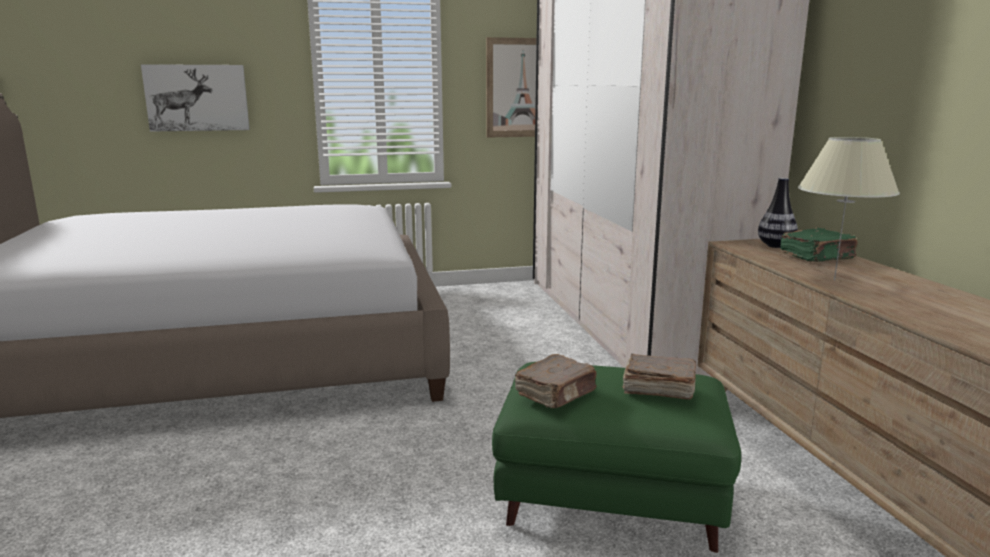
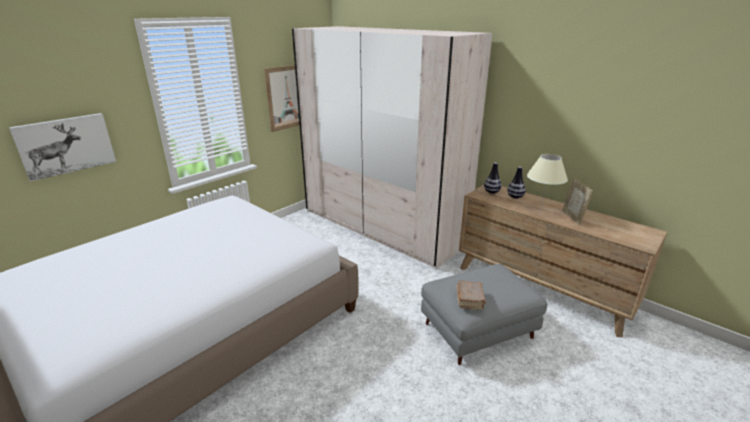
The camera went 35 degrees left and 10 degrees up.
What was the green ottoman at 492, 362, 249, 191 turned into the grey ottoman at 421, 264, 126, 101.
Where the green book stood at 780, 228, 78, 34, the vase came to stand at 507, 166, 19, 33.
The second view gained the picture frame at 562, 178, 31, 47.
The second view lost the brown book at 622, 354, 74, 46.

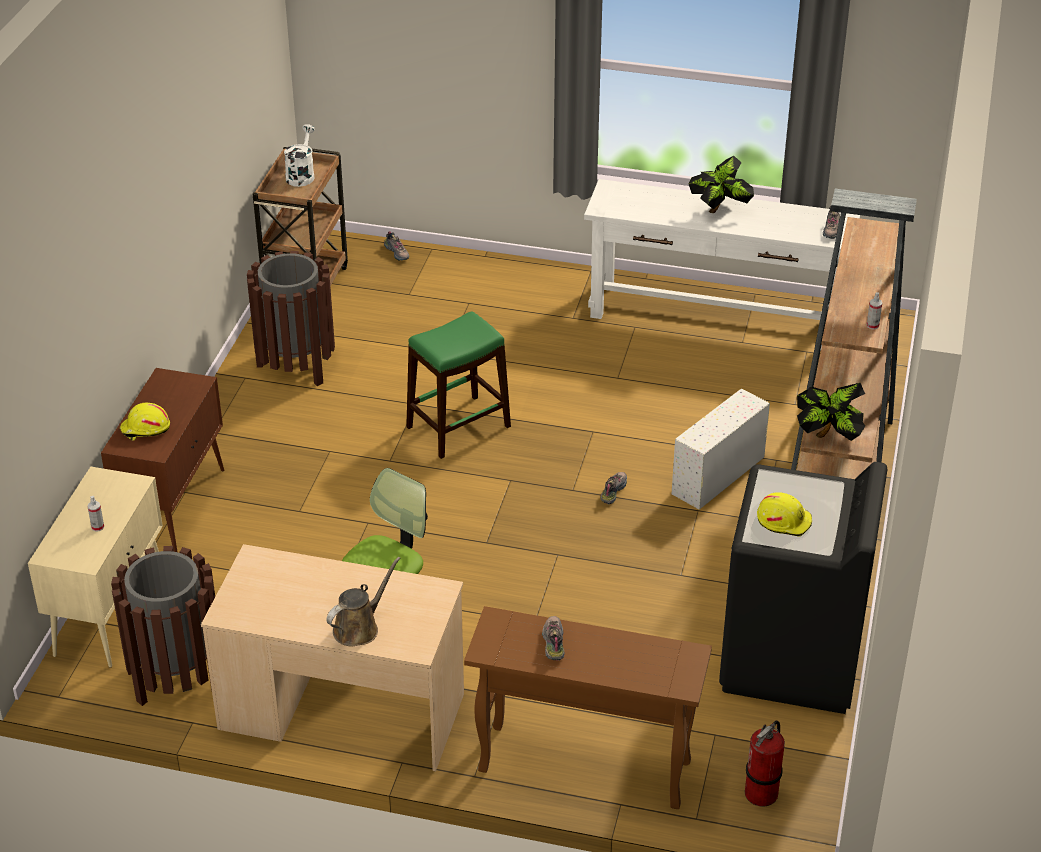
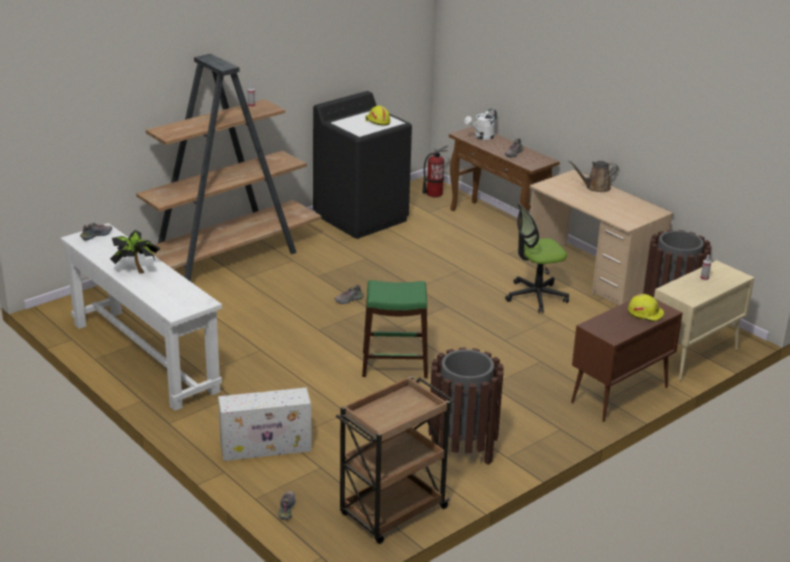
The camera went 145 degrees left and 10 degrees down.
The white storage box ended up elsewhere, having gone from 672, 389, 98, 121 to 218, 388, 94, 73.
The white watering can ended up elsewhere, having gone from 284, 124, 31, 63 to 464, 108, 33, 32.
The second view lost the potted plant at 797, 383, 68, 58.

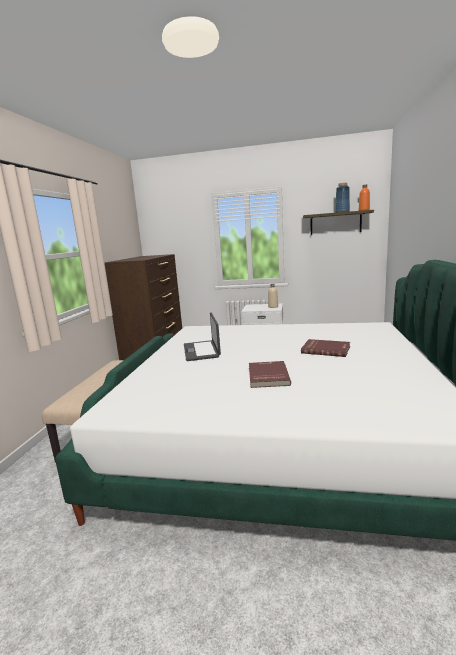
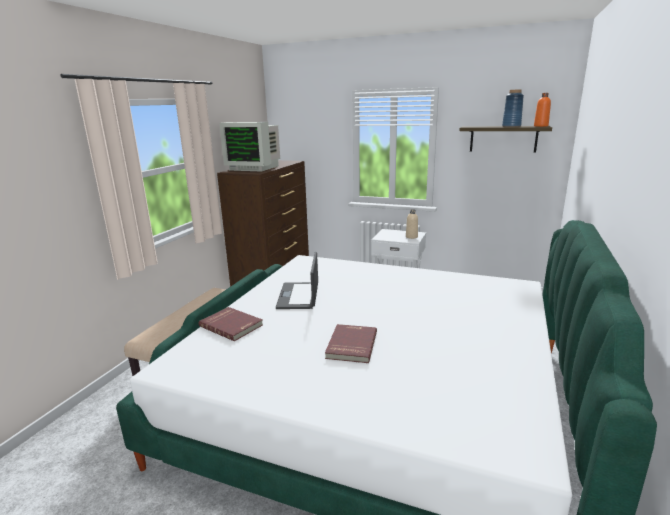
The camera went 10 degrees right and 5 degrees up.
The red book ended up elsewhere, having gone from 301, 339, 49, 18 to 199, 307, 64, 34.
The second view gained the monitor at 219, 122, 61, 49.

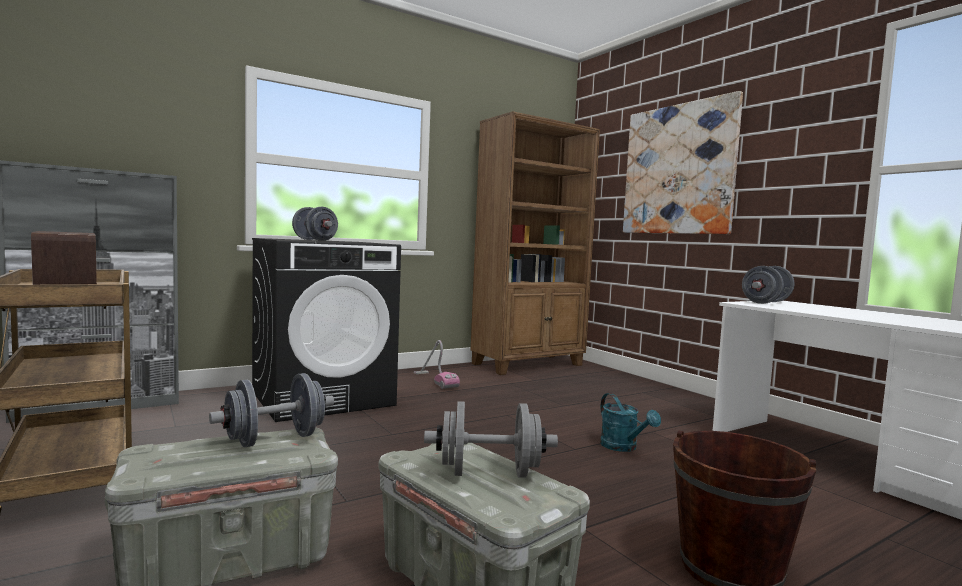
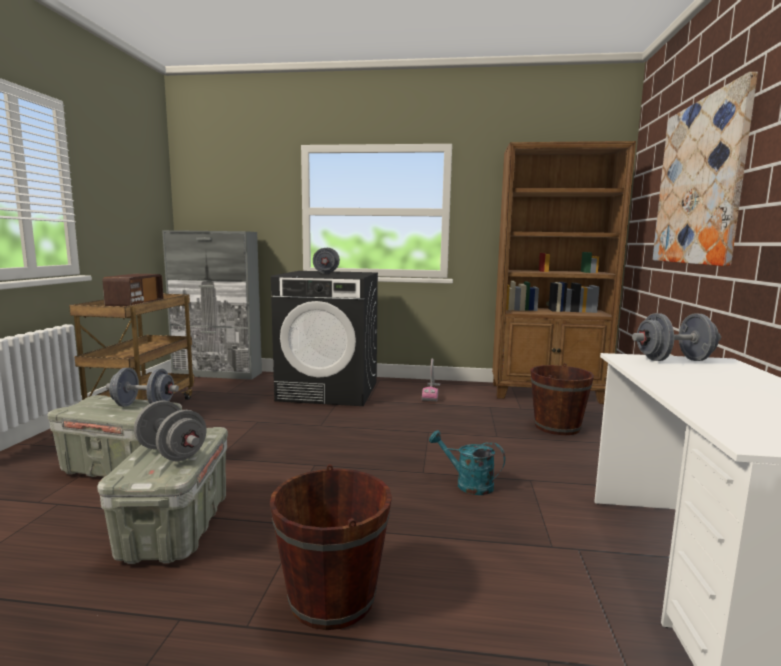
The camera went 40 degrees right and 5 degrees up.
The turquoise watering can at 600, 393, 61, 59 ended up facing another way, 105 degrees clockwise from before.
The second view gained the brown bucket at 530, 363, 64, 72.

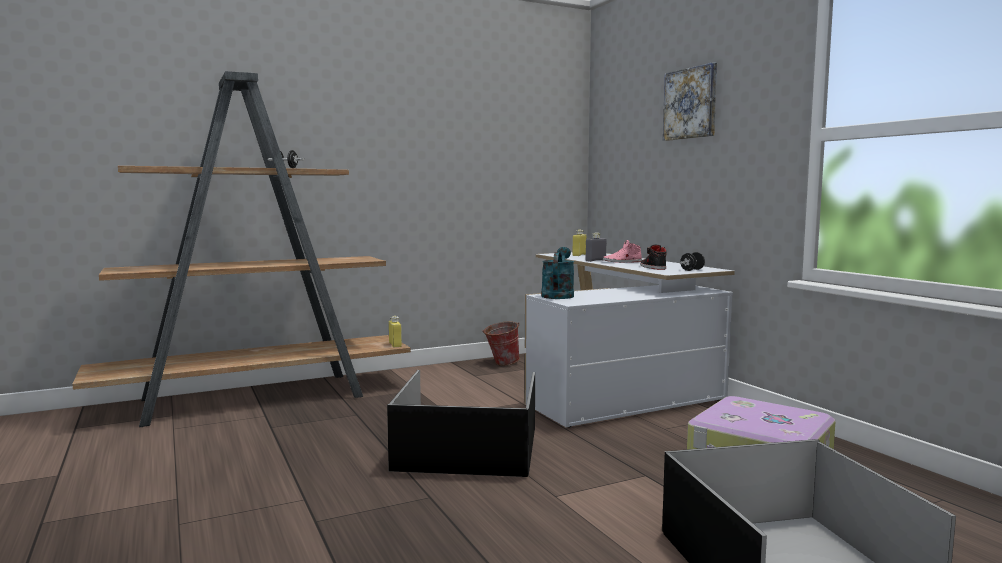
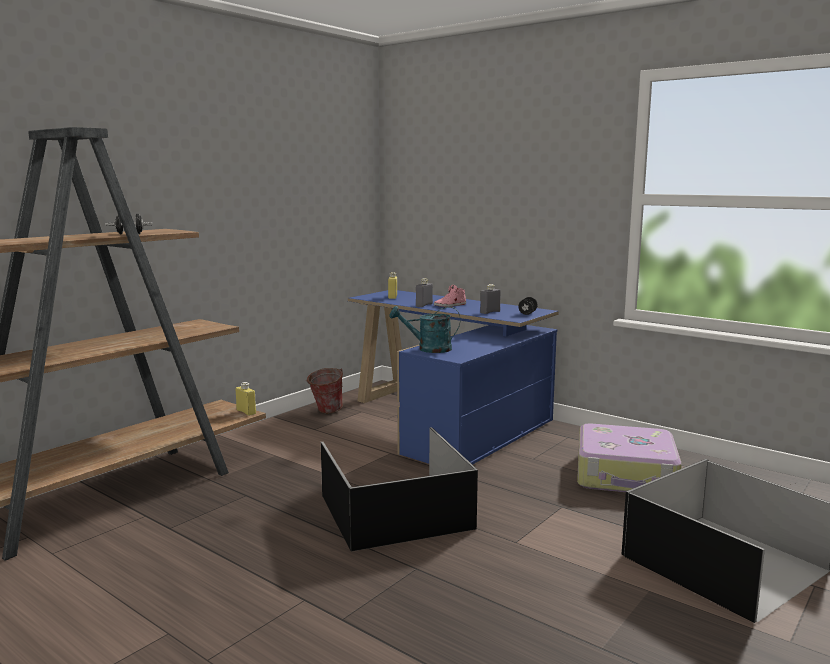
The camera went 25 degrees left and 5 degrees up.
What was the white desk at 525, 252, 210, 176 turned into the blue desk at 348, 290, 211, 175.
The turquoise watering can at 541, 247, 34, 52 ended up facing another way, 75 degrees counterclockwise from before.
Where the black shoe stood at 640, 244, 27, 26, the grey bottle came to stand at 480, 284, 21, 30.
The second view lost the picture at 663, 62, 54, 79.

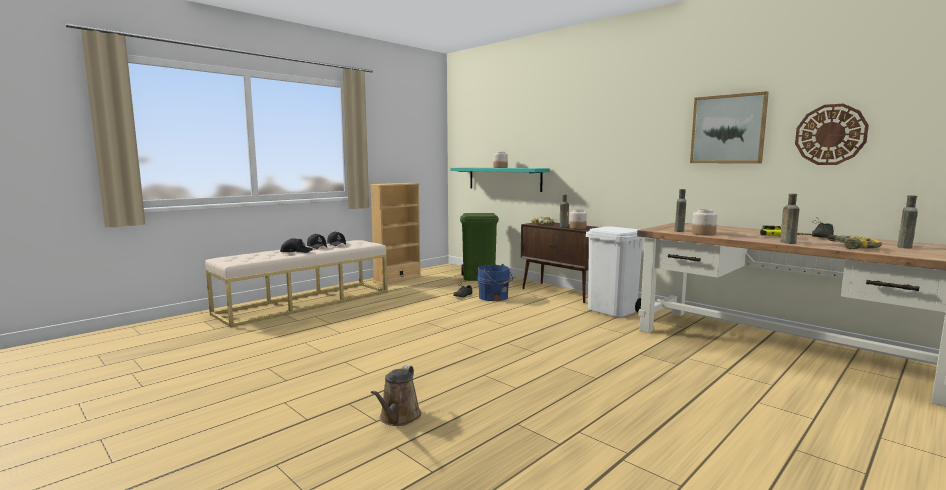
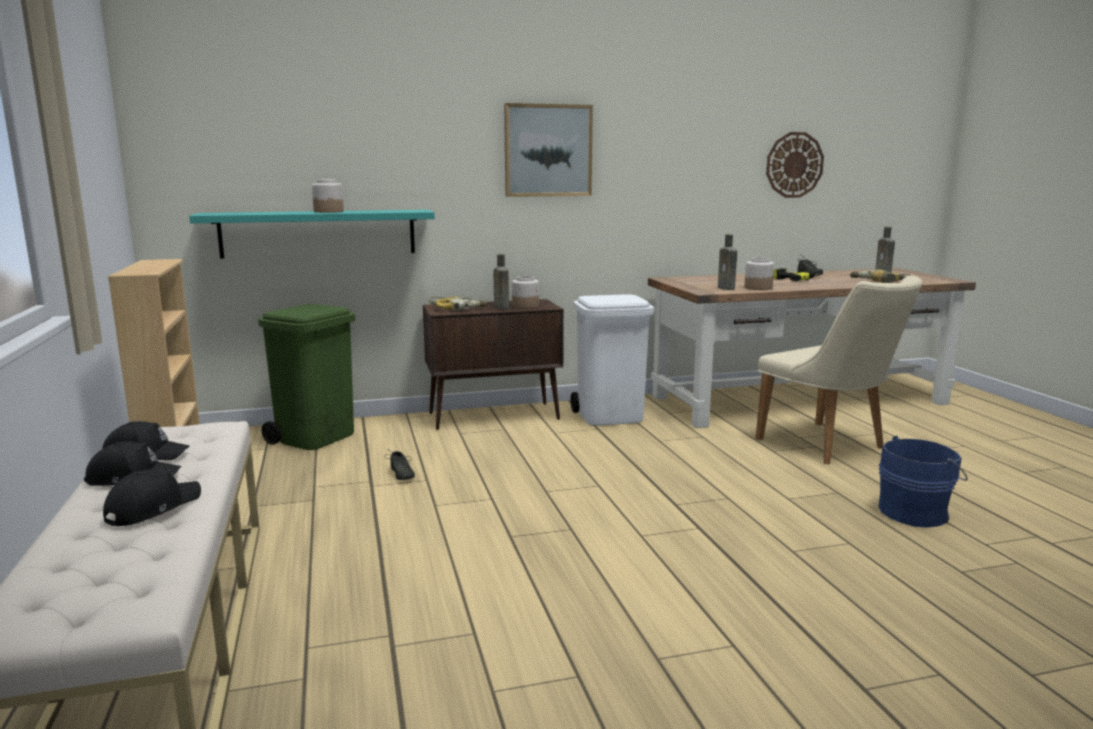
The camera went 60 degrees left and 5 degrees up.
The picture ended up elsewhere, having gone from 690, 91, 79, 72 to 504, 103, 89, 94.
The second view gained the beige chair at 755, 275, 167, 189.
The blue bucket ended up elsewhere, having gone from 477, 264, 36, 37 to 879, 436, 89, 92.
The second view lost the brown watering can at 371, 366, 50, 60.
The second view lost the brown bottle at 780, 194, 19, 50.

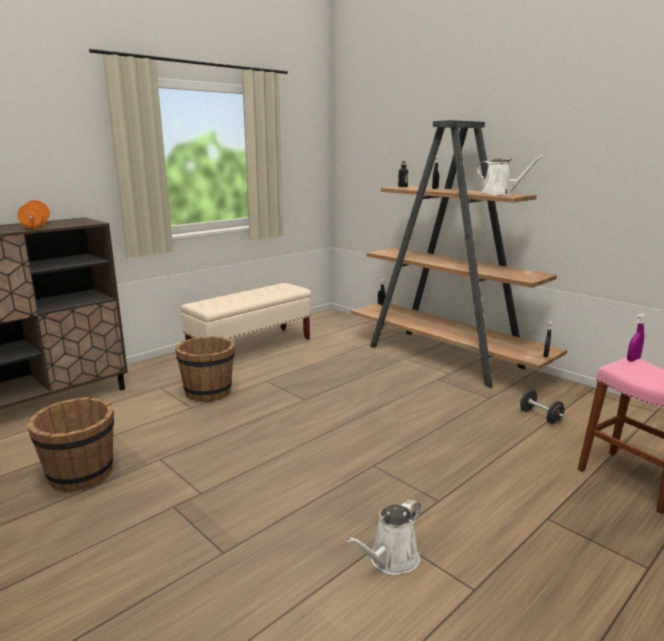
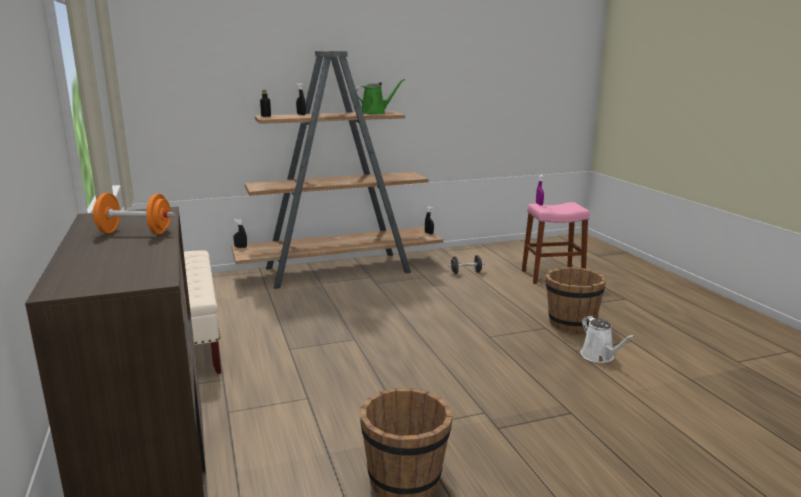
The camera went 65 degrees left and 0 degrees up.
What was the white watering can at 476, 155, 68, 40 turned into the green watering can at 356, 79, 49, 35.
The brown bucket ended up elsewhere, having gone from 175, 336, 60, 66 to 546, 267, 60, 66.

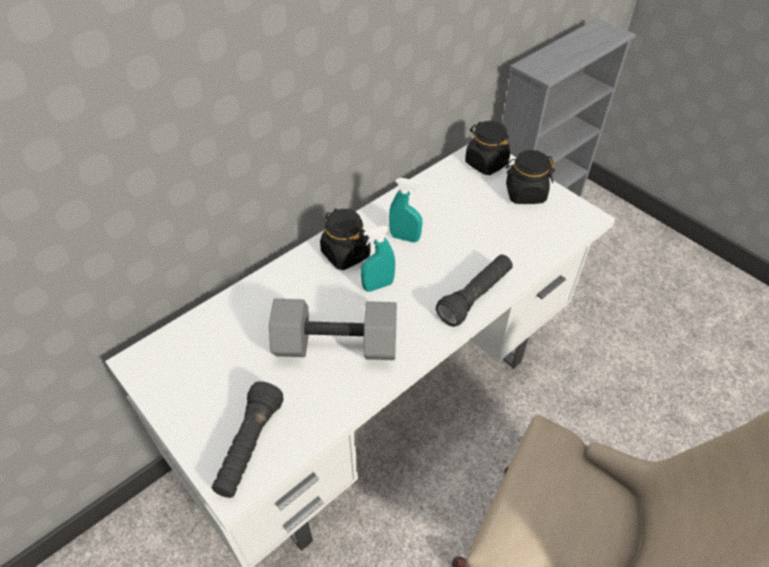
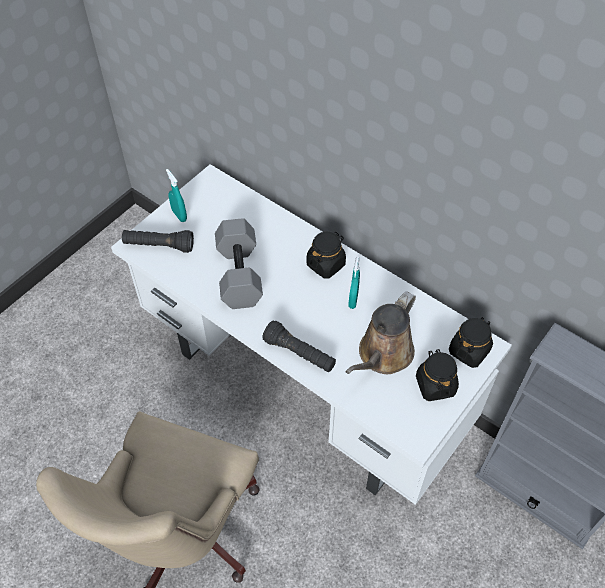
The camera went 80 degrees right and 5 degrees up.
The turquoise spray bottle ended up elsewhere, having gone from 361, 226, 34, 66 to 166, 169, 21, 53.
The second view gained the brown watering can at 345, 291, 71, 83.

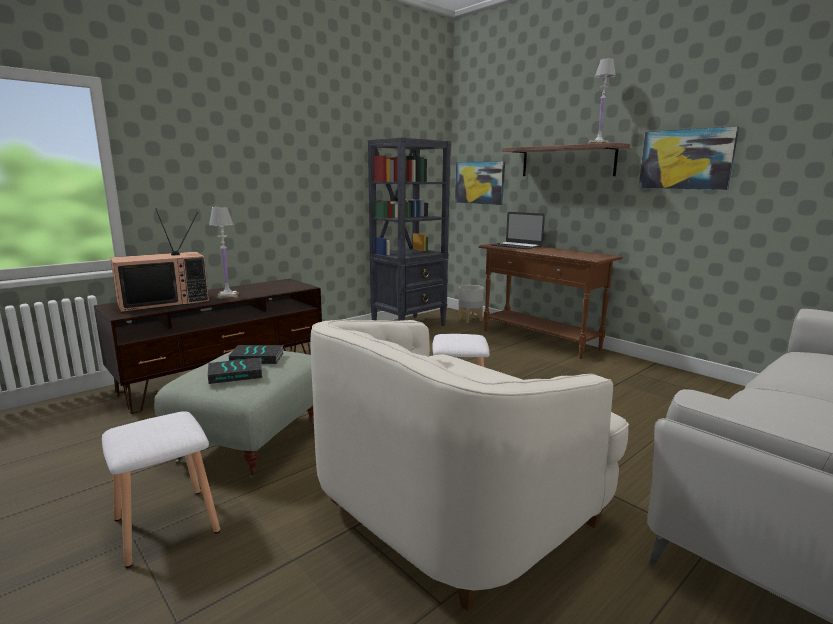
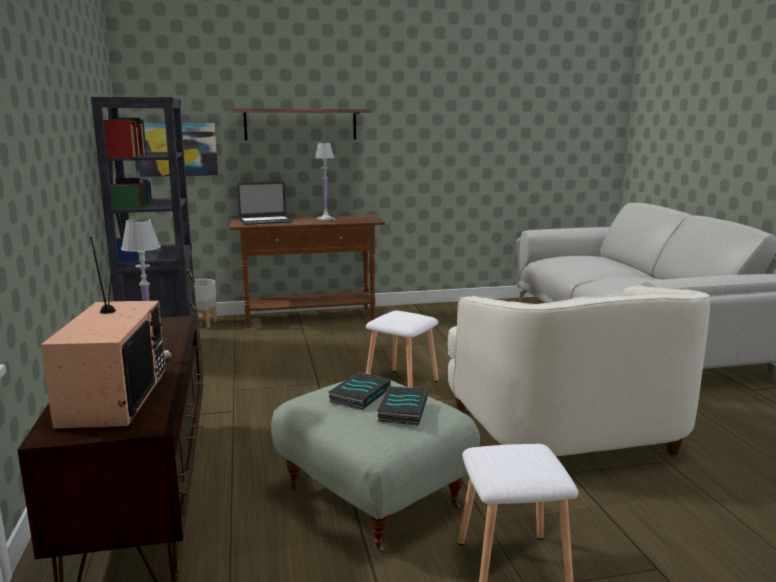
The camera went 60 degrees left and 0 degrees up.
The white table lamp ended up elsewhere, having gone from 588, 58, 28, 86 to 315, 143, 21, 79.
The second view lost the picture at 639, 126, 100, 64.

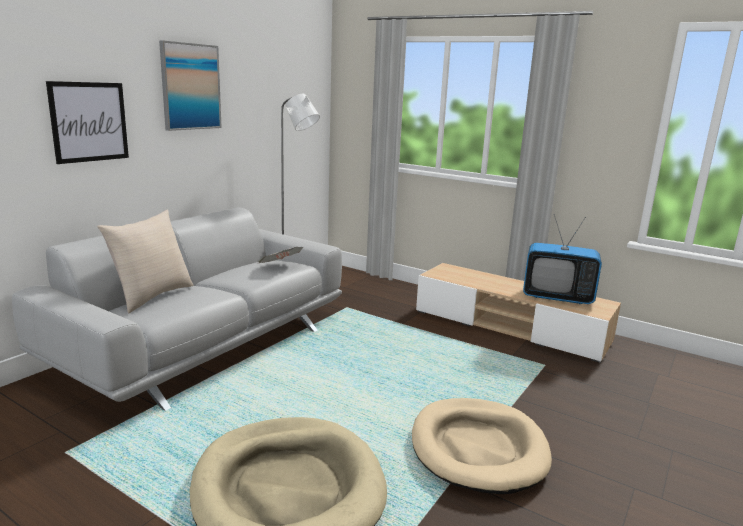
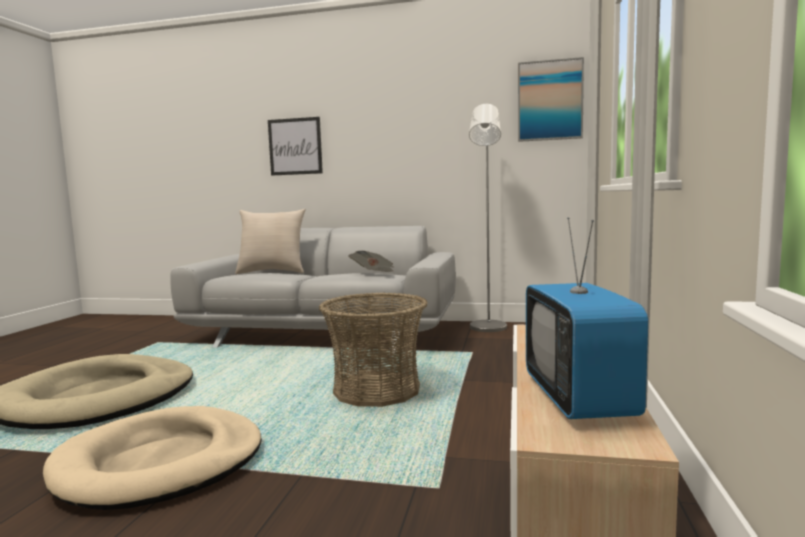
The camera went 70 degrees right and 10 degrees down.
The second view gained the basket at 319, 292, 108, 115.
The picture ended up elsewhere, having gone from 159, 40, 63, 91 to 518, 57, 66, 85.

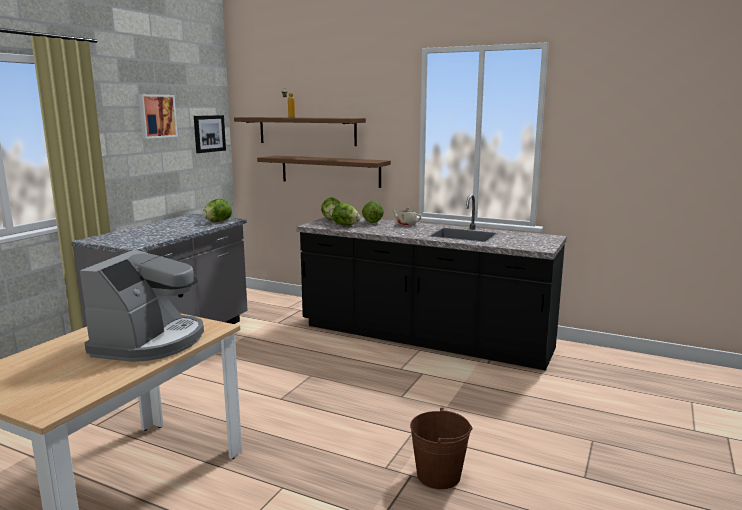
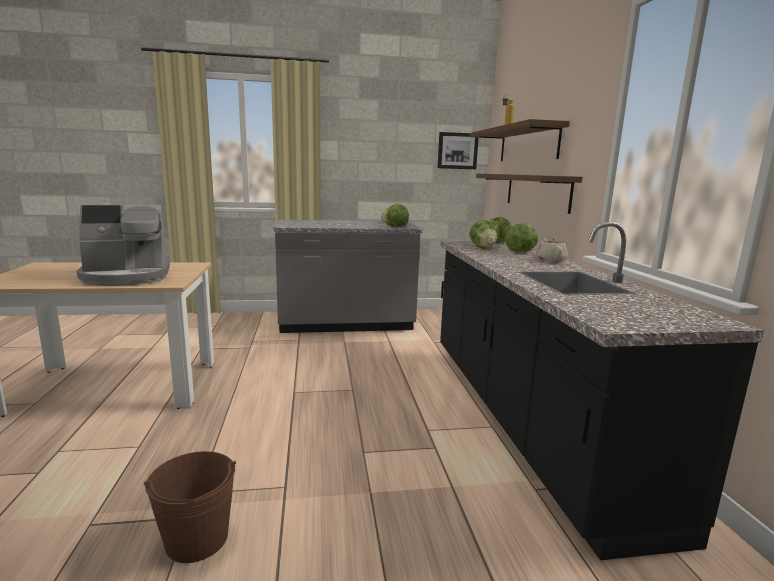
The camera went 55 degrees right and 0 degrees up.
The second view lost the picture at 138, 94, 40, 45.

